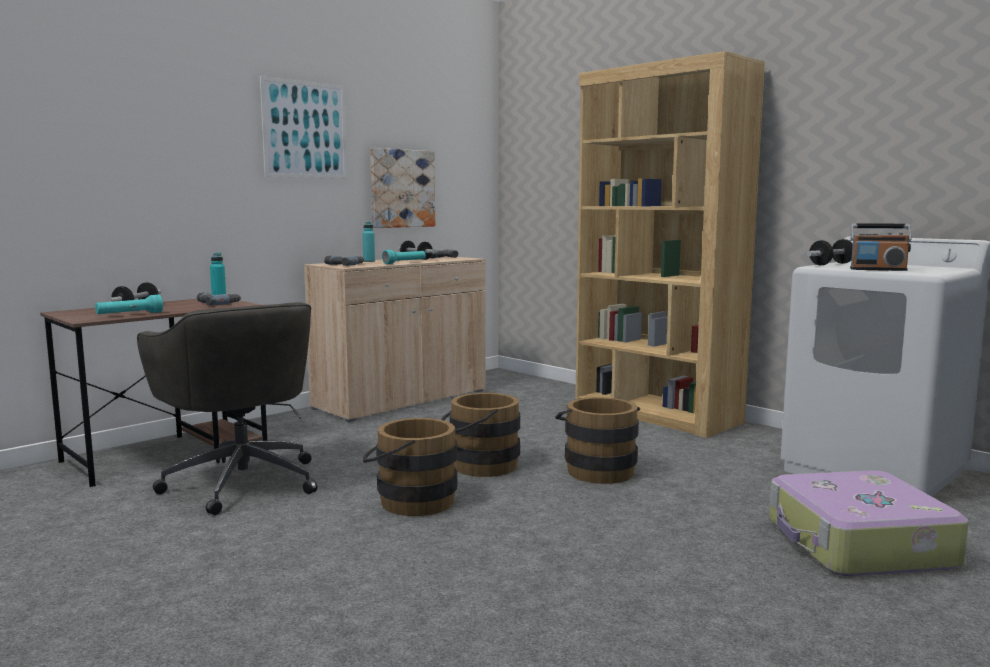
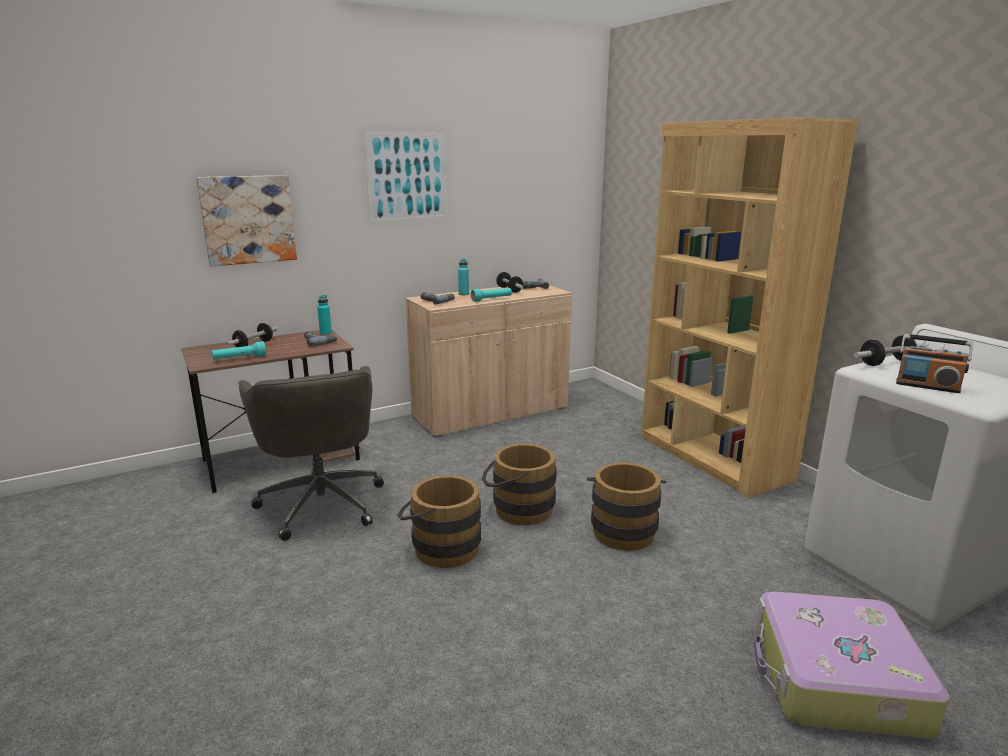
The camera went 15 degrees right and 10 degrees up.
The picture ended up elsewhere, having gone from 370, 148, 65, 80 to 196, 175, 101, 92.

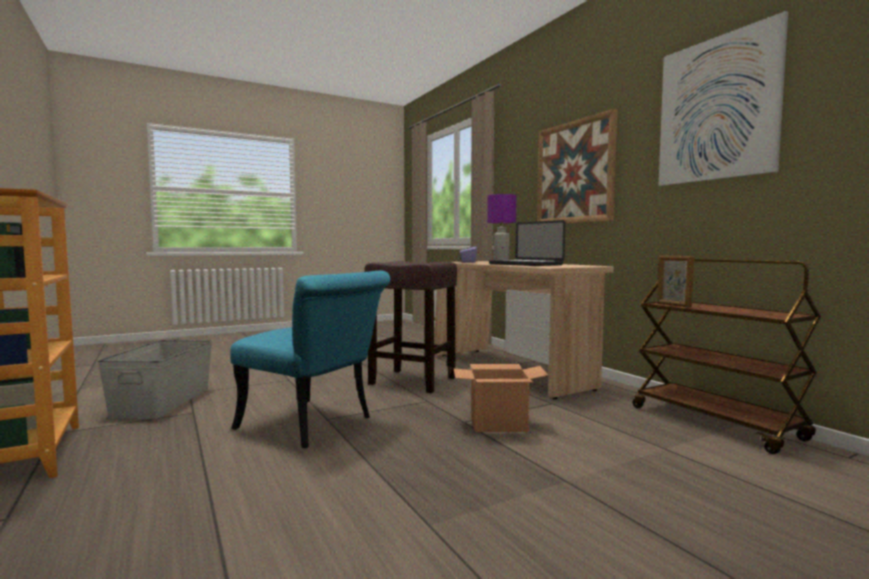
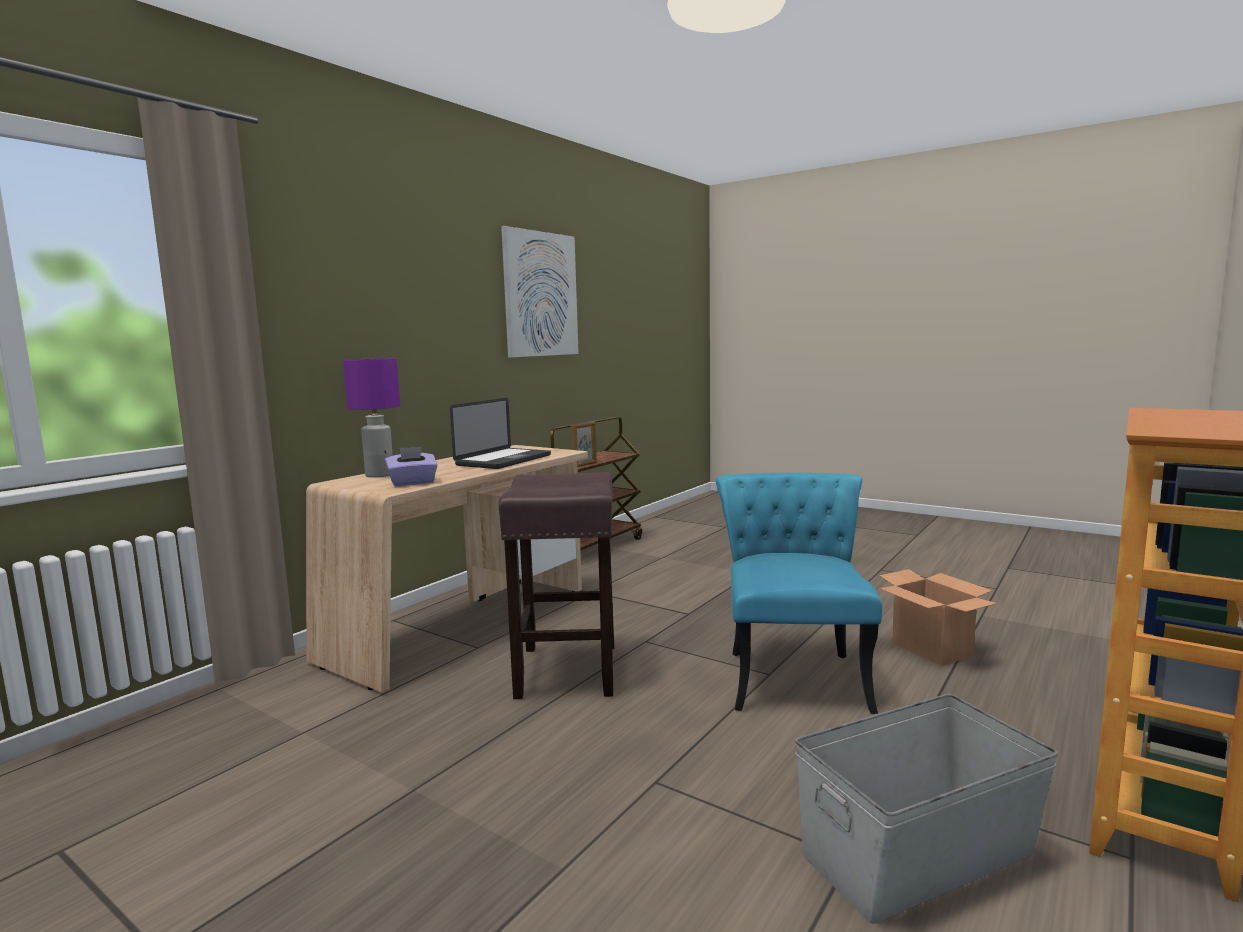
The camera went 115 degrees left and 5 degrees up.
The cardboard box ended up elsewhere, having gone from 454, 364, 94, 68 to 879, 569, 118, 97.
The second view lost the picture at 537, 109, 81, 115.

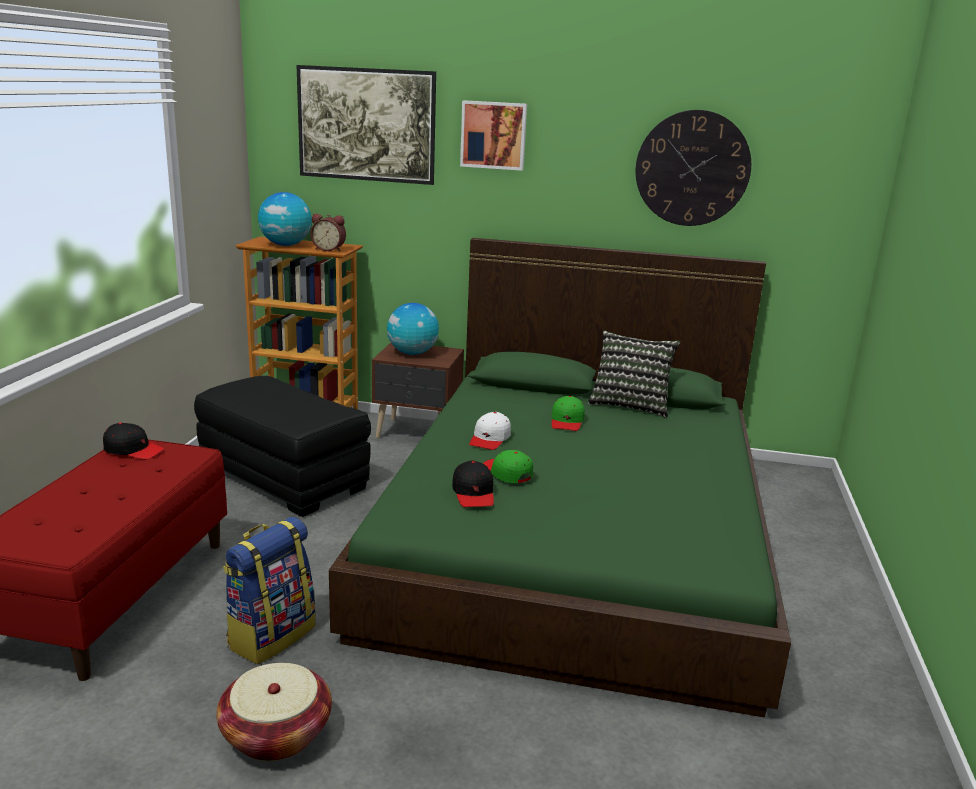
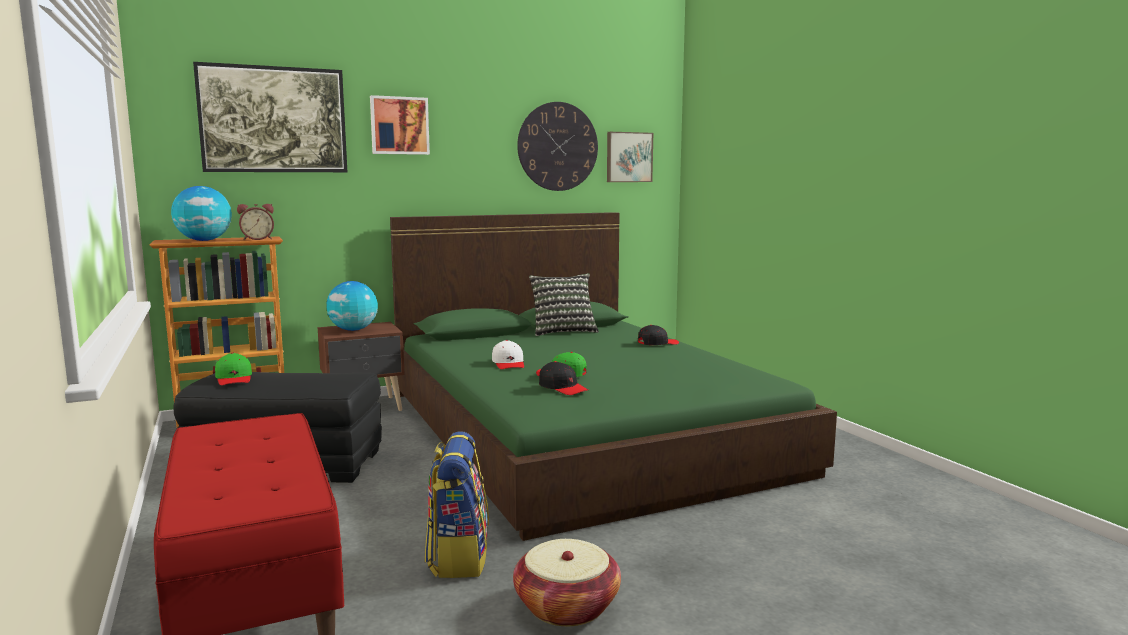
The camera went 35 degrees left and 10 degrees down.
The green cap ended up elsewhere, having gone from 551, 396, 34, 35 to 215, 353, 37, 32.
The second view gained the picture at 607, 132, 46, 50.
The black cap ended up elsewhere, having gone from 103, 423, 62, 36 to 638, 325, 41, 20.

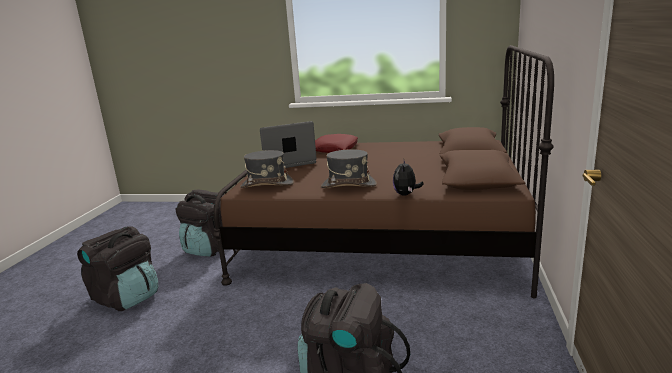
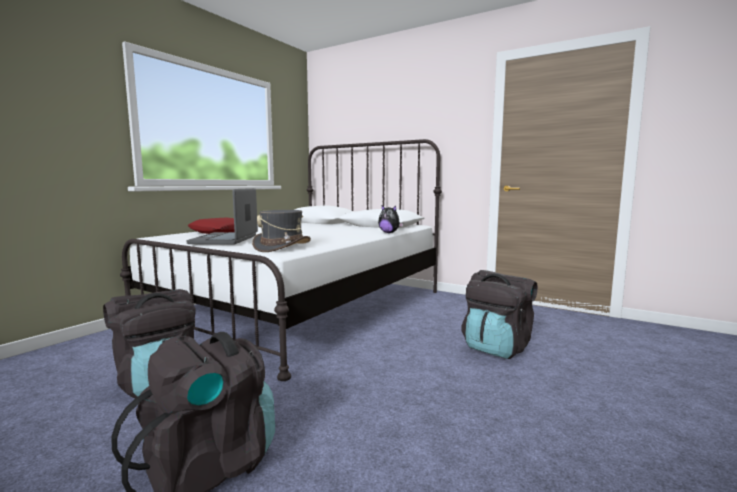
The camera went 70 degrees left and 10 degrees down.
What was the brown bed at 213, 45, 341, 254 turned into the white bed at 120, 139, 322, 242.
The second view lost the grey hat at 321, 149, 56, 39.

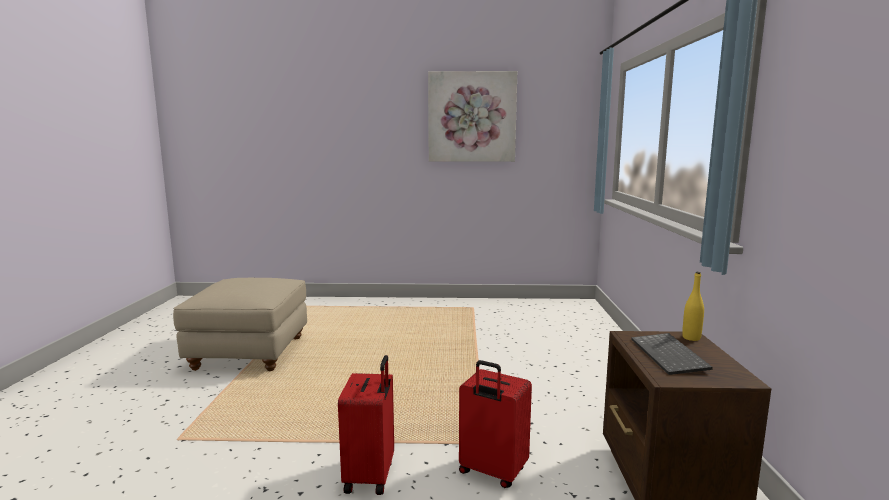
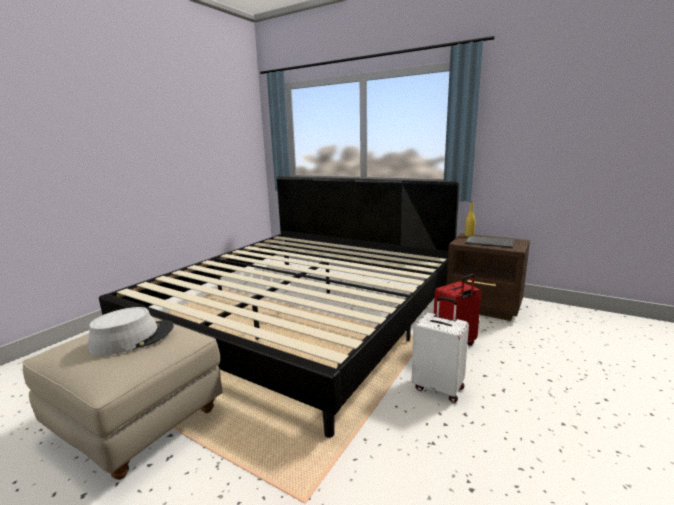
The camera went 60 degrees left and 5 degrees up.
The second view gained the grey hat at 88, 307, 86, 49.
The second view gained the bed at 99, 176, 361, 262.
What was the red suitcase at 338, 355, 56, 140 turned into the white suitcase at 412, 297, 57, 106.
The second view lost the picture at 428, 71, 89, 91.

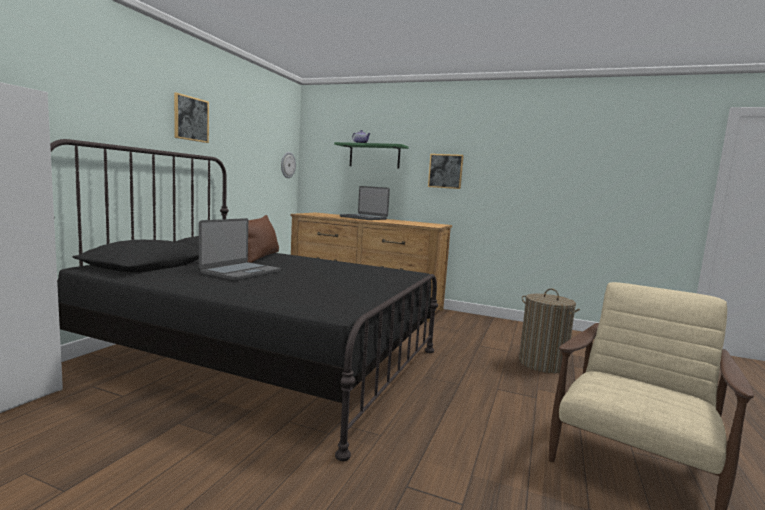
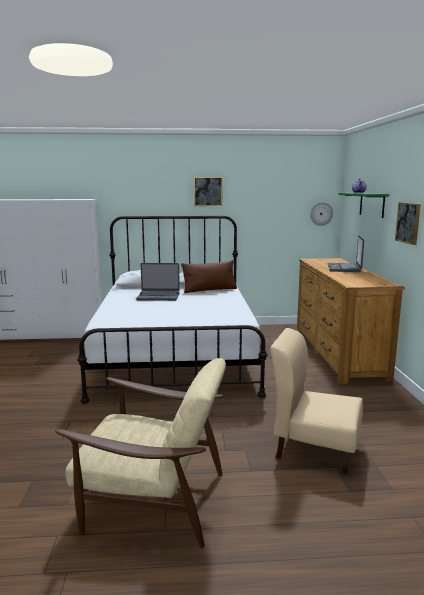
The camera went 65 degrees right and 5 degrees up.
What was the black bed at 50, 139, 388, 322 turned into the white bed at 77, 216, 190, 187.
Where the laundry basket stood at 519, 288, 61, 85, the beige chair came to stand at 270, 328, 93, 146.

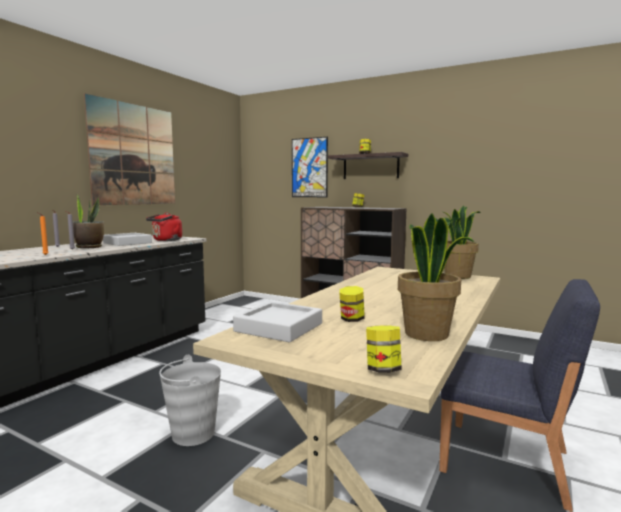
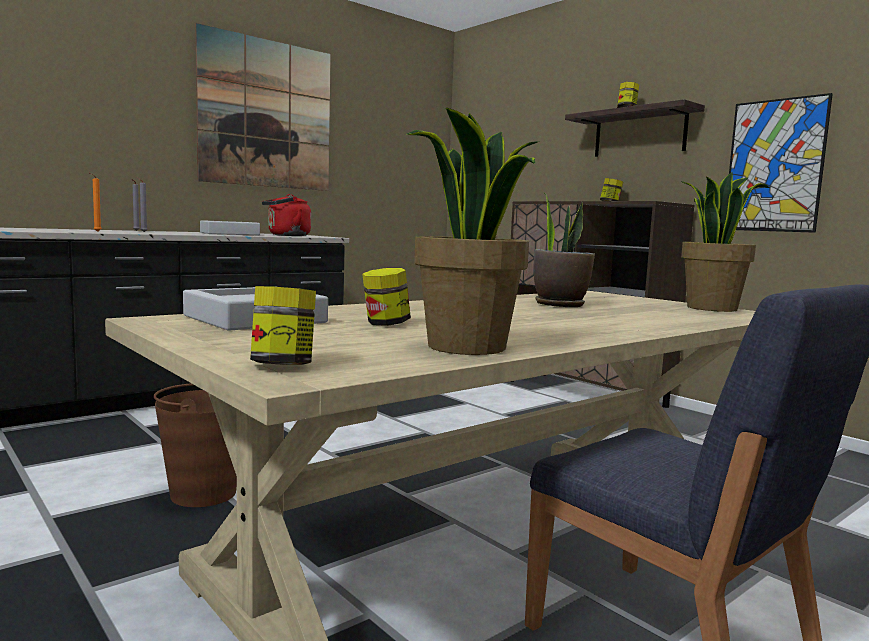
The camera went 20 degrees right and 0 degrees up.
What was the grey bucket at 159, 355, 62, 91 turned into the brown bucket at 154, 383, 83, 124.
The potted plant ended up elsewhere, having gone from 73, 194, 31, 54 to 534, 193, 61, 114.
The picture ended up elsewhere, having gone from 292, 137, 36, 60 to 729, 93, 104, 140.

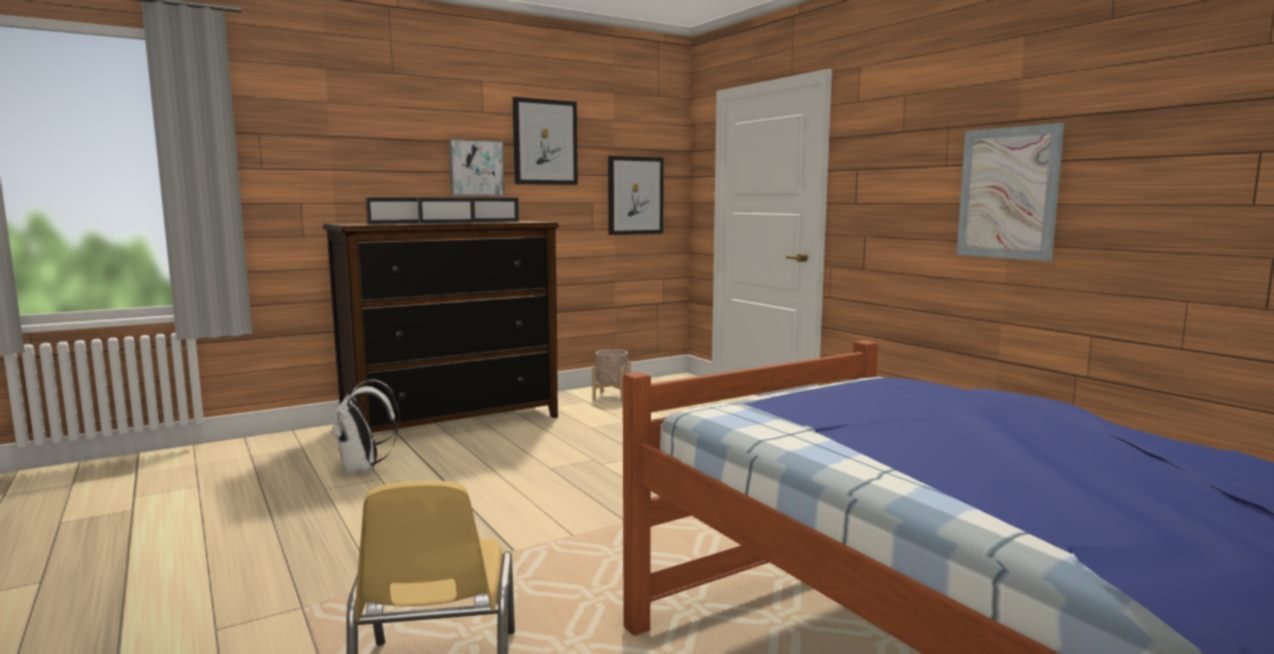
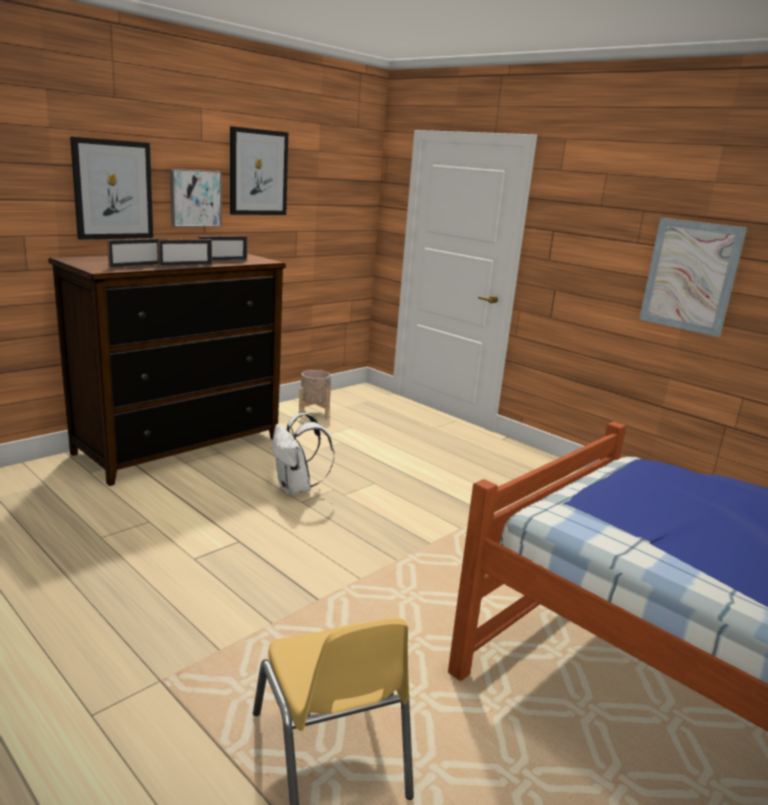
The camera went 15 degrees left and 10 degrees up.
The picture ended up elsewhere, having gone from 608, 156, 56, 79 to 70, 137, 83, 103.
The white backpack ended up elsewhere, having gone from 332, 379, 68, 95 to 272, 413, 62, 82.

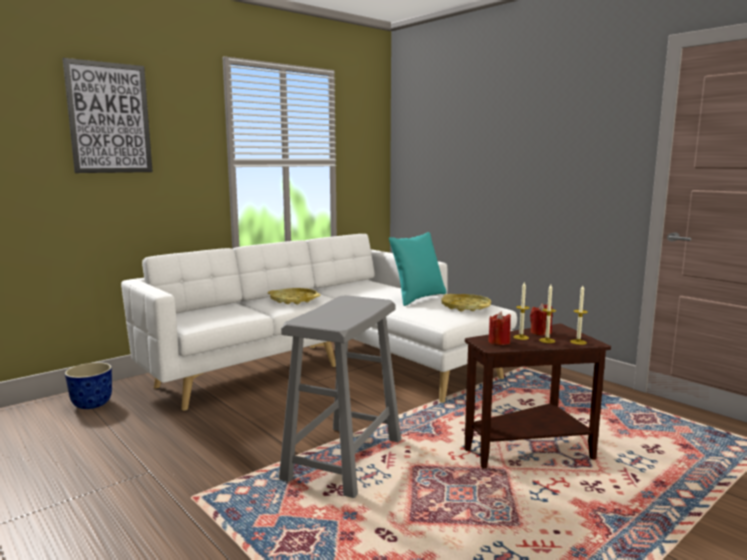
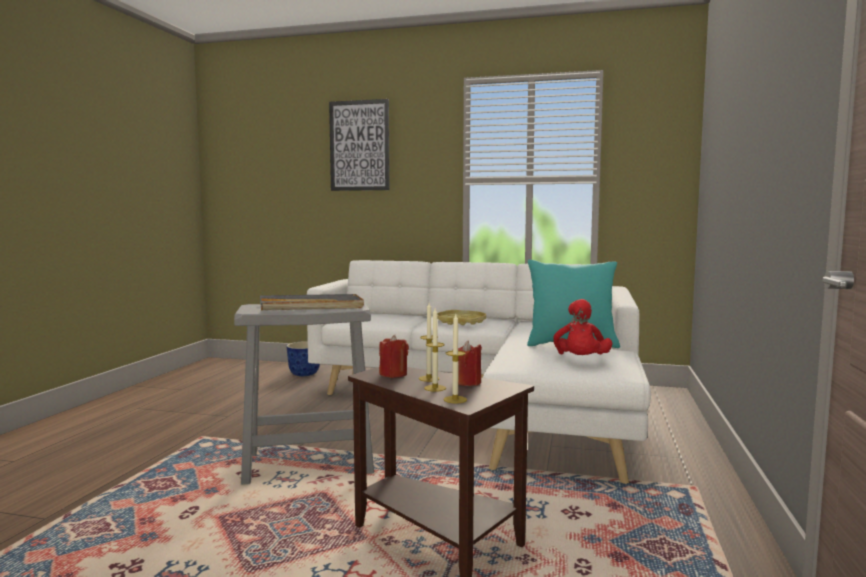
The camera went 55 degrees right and 5 degrees down.
The second view gained the grey tray at 260, 294, 104, 17.
Where the yellow tray stood at 442, 294, 49, 17, the red plush toy came to stand at 553, 299, 60, 56.

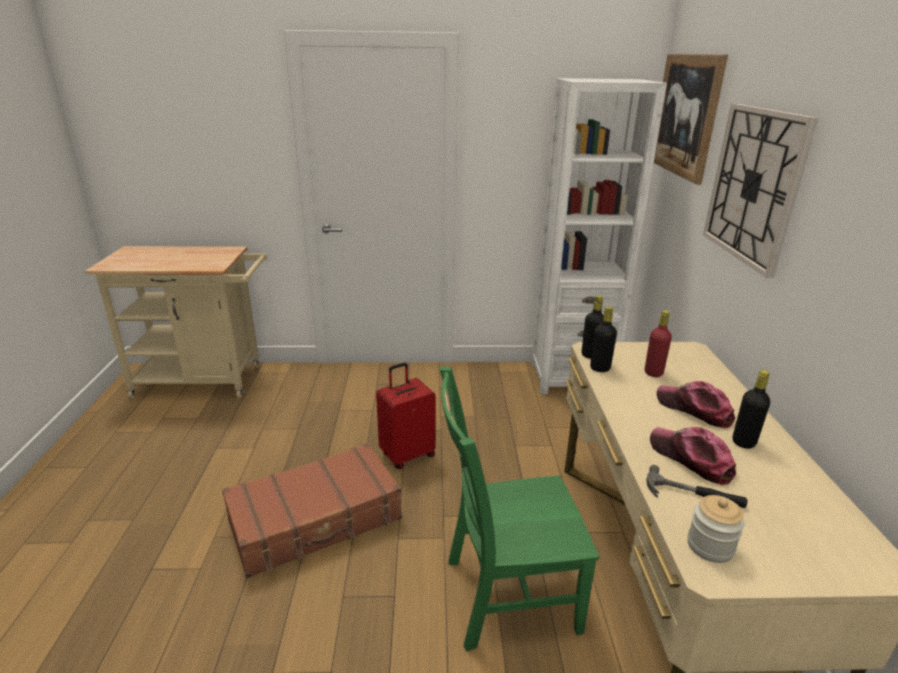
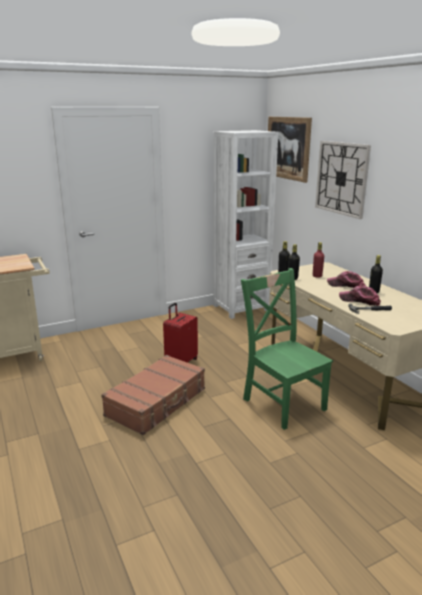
The camera went 25 degrees left and 5 degrees down.
The green chair at 440, 366, 159, 285 ended up facing another way, 90 degrees clockwise from before.
The second view lost the jar at 687, 495, 58, 68.

